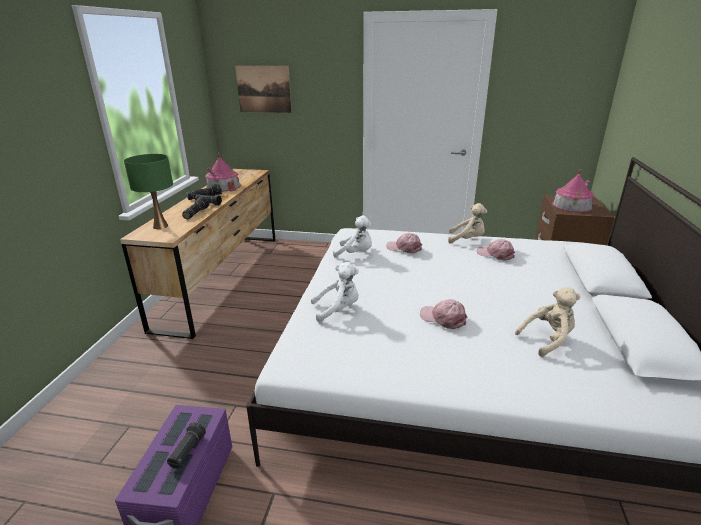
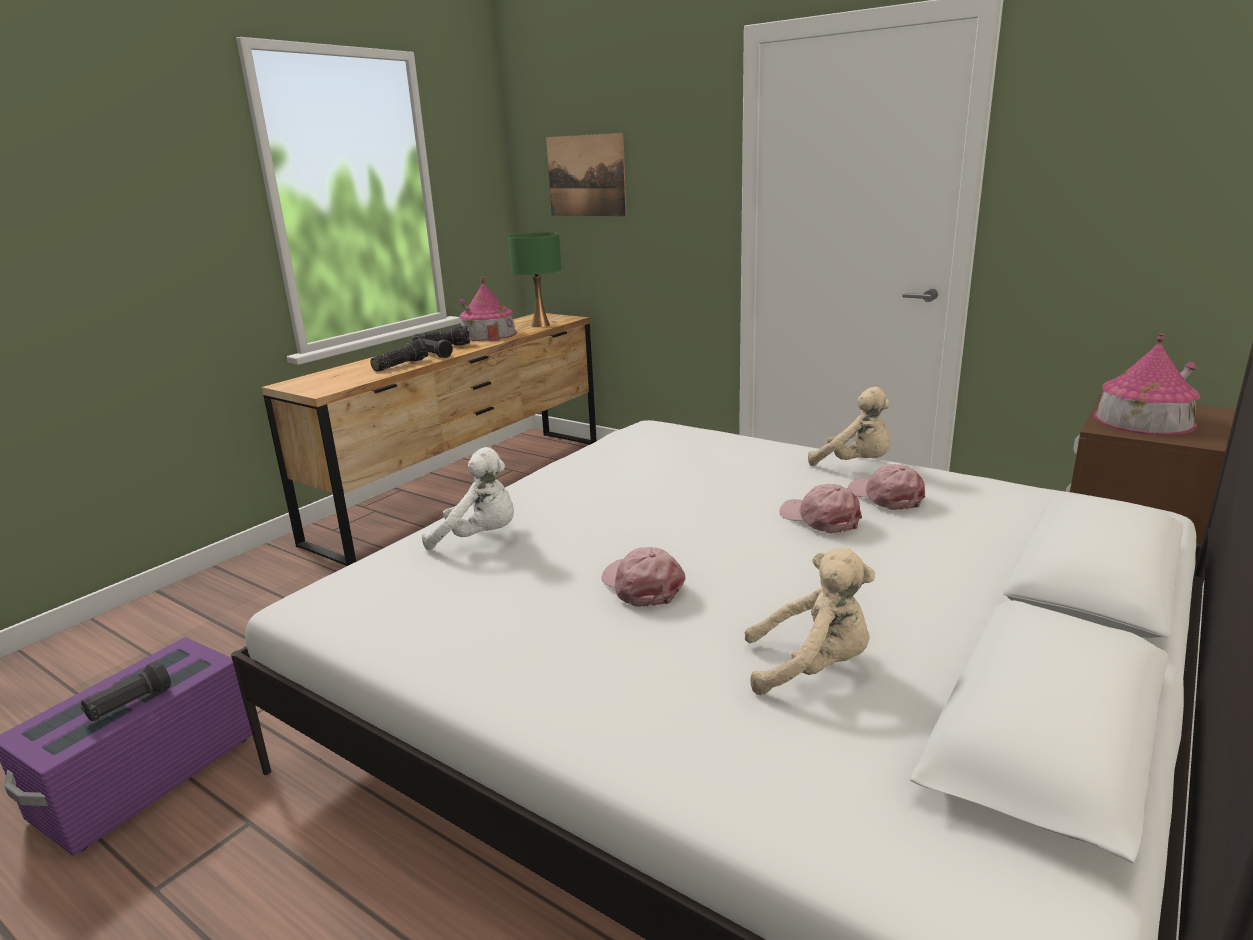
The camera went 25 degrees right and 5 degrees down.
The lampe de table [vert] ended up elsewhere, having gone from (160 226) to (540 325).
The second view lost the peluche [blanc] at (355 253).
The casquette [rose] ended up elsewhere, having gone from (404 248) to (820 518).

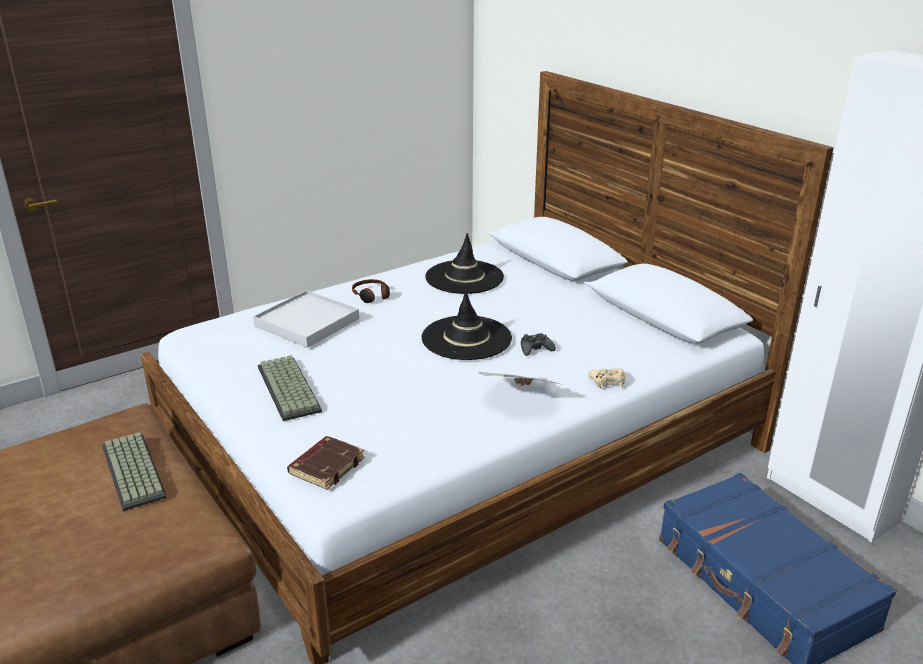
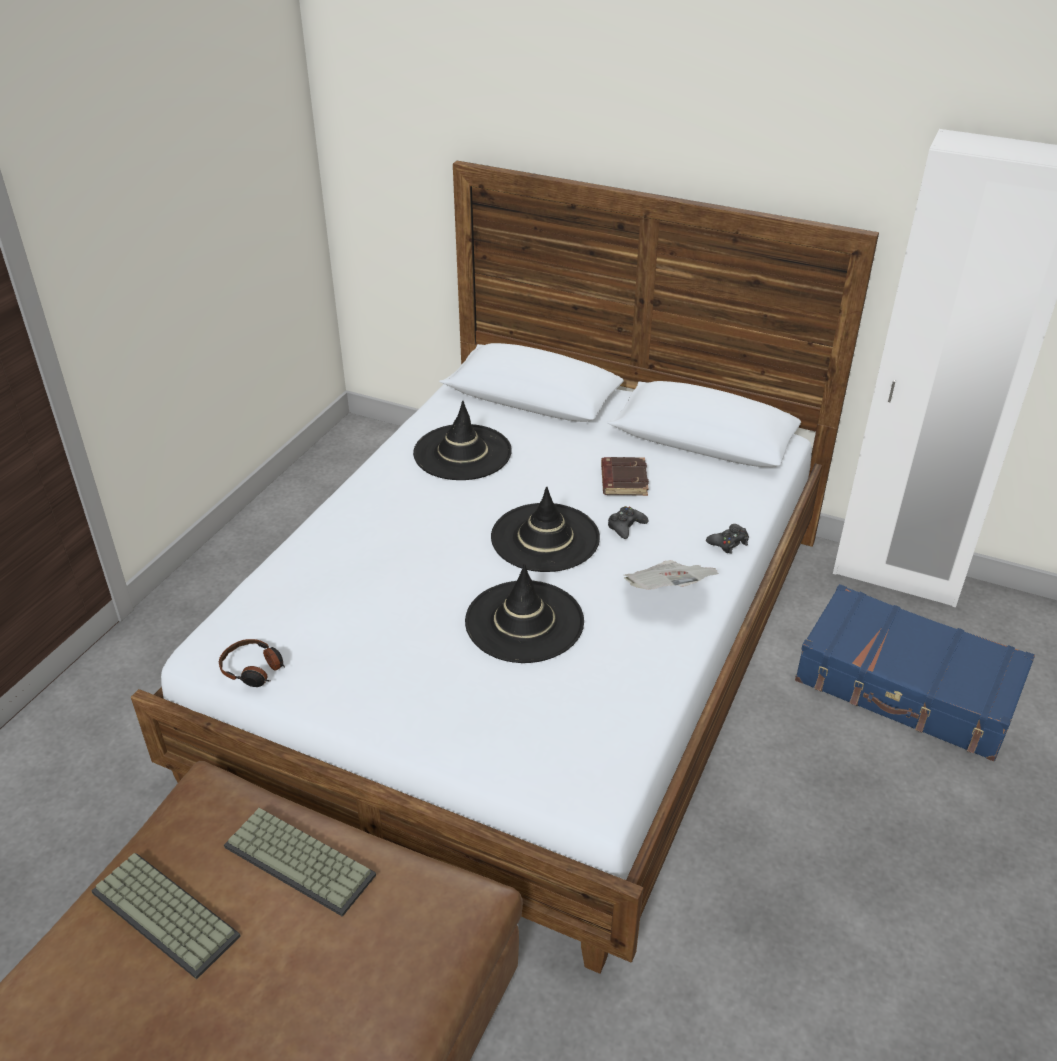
The camera went 30 degrees left and 10 degrees up.
The casque audio ended up elsewhere, having gone from (372 296) to (253 670).
The second view lost the plateau [blanc] at (306 322).
The clavier ended up elsewhere, having gone from (290 389) to (168 913).
What was the manette [beige] at (607 382) turned into the manette [noir] at (728 543).
The livre [marron] ended up elsewhere, having gone from (326 466) to (623 480).
The second view gained the chapeau [noir] at (524 622).

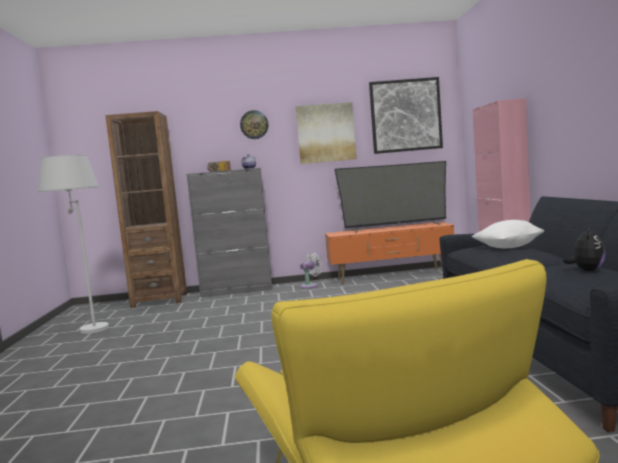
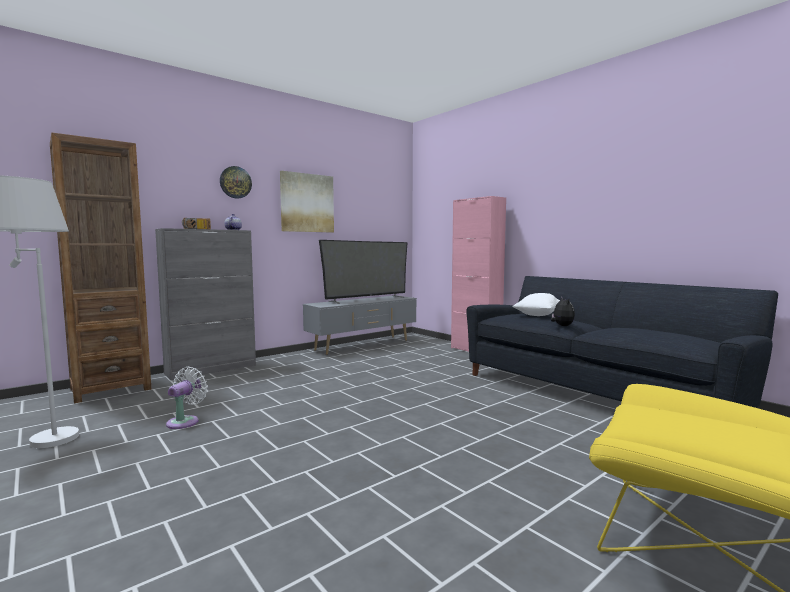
The camera went 35 degrees left and 0 degrees up.
The second view lost the tableau at (405 115).
What was the meuble télé [orange] at (391 276) turned into the meuble télé [gris] at (363 345).
The peluche ended up elsewhere, having gone from (586 270) to (562 326).
The ventilateur [blanc] ended up elsewhere, having gone from (311 286) to (185 421).

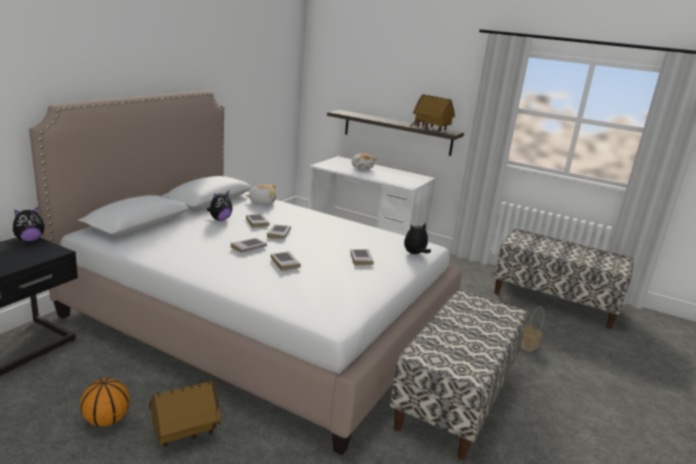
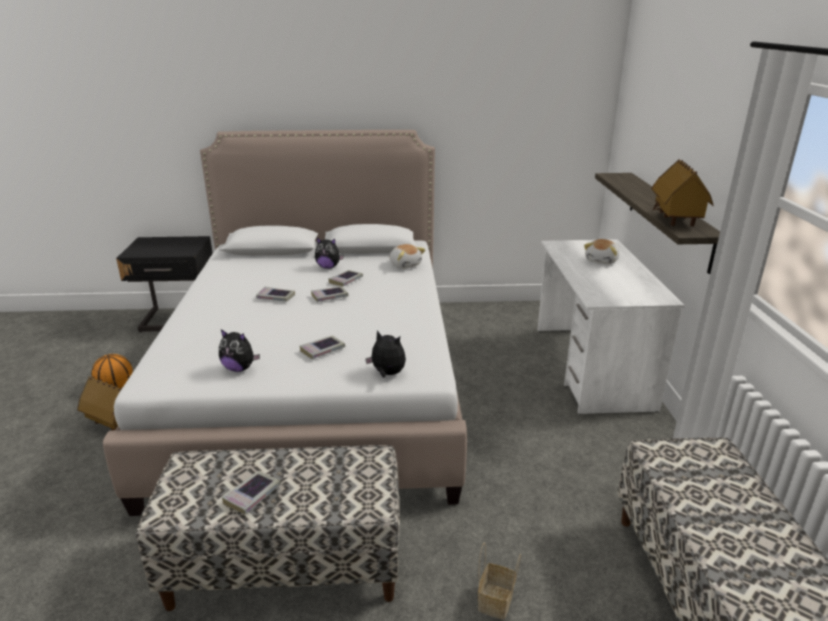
The camera went 60 degrees right and 5 degrees up.
The peluche ended up elsewhere, having gone from (30 240) to (239 368).
The livre ended up elsewhere, having gone from (285 263) to (252 495).

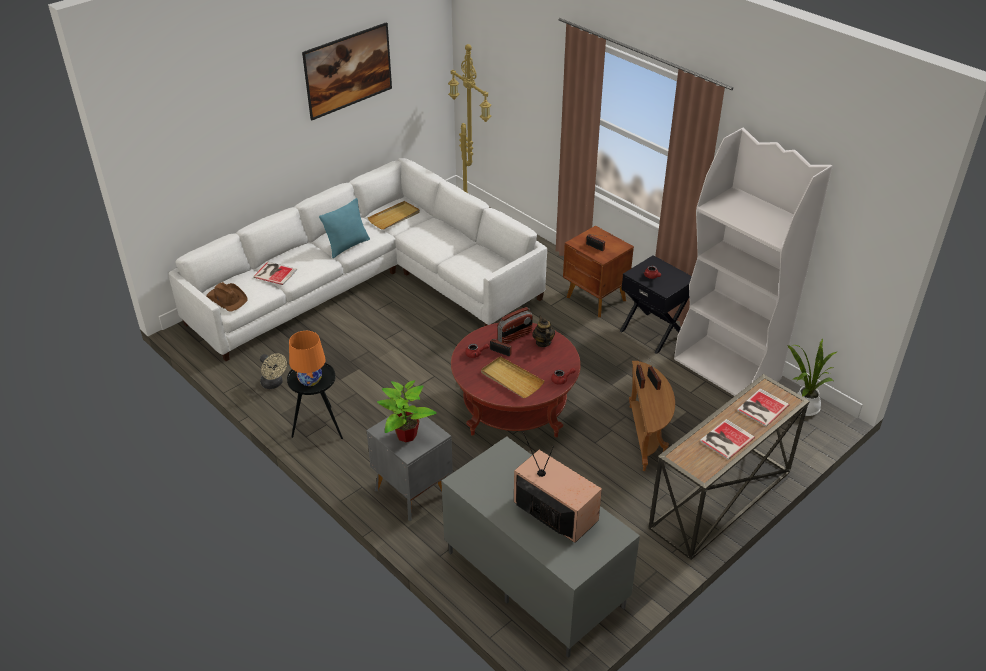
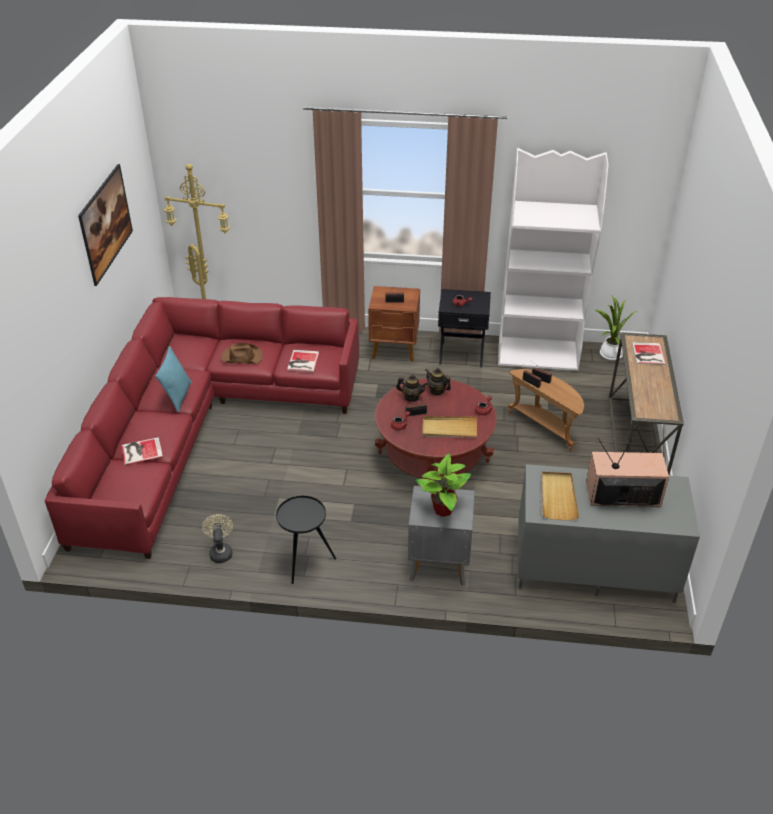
The camera went 40 degrees left and 0 degrees up.
What was the canapé [blanc] at (371 283) turned into the canapé [rouge] at (201 425).
The plateau [beige] ended up elsewhere, having gone from (394 217) to (558 497).
The chapeau [marron] ended up elsewhere, having gone from (227 298) to (241 357).
Where the radio stood at (515 336), the théière came to stand at (411 397).
The second view lost the lampe de table [orange] at (310 380).
The ventilateur [beige] at (274 384) ended up facing another way, 105 degrees counterclockwise from before.
The livre ended up elsewhere, having gone from (725 439) to (302 361).

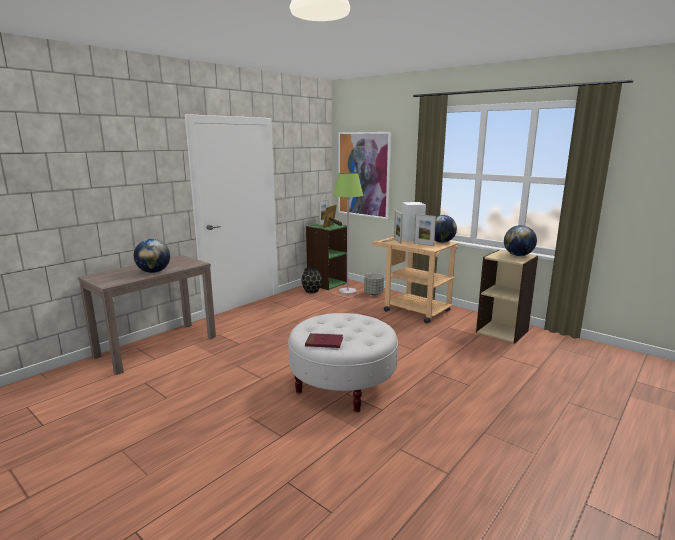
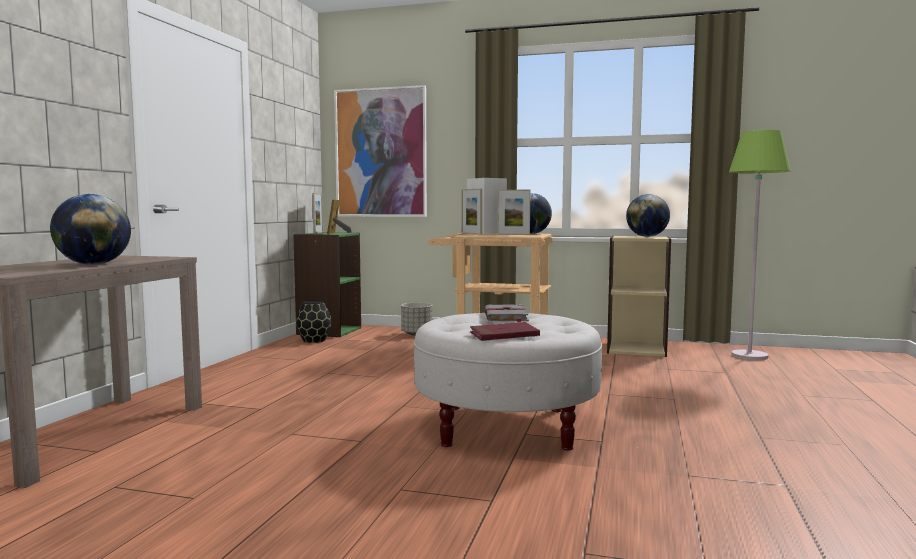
The camera went 25 degrees left and 10 degrees down.
The lampadaire [vert] ended up elsewhere, having gone from (347 291) to (749 356).
The second view gained the livre [gris] at (505 316).

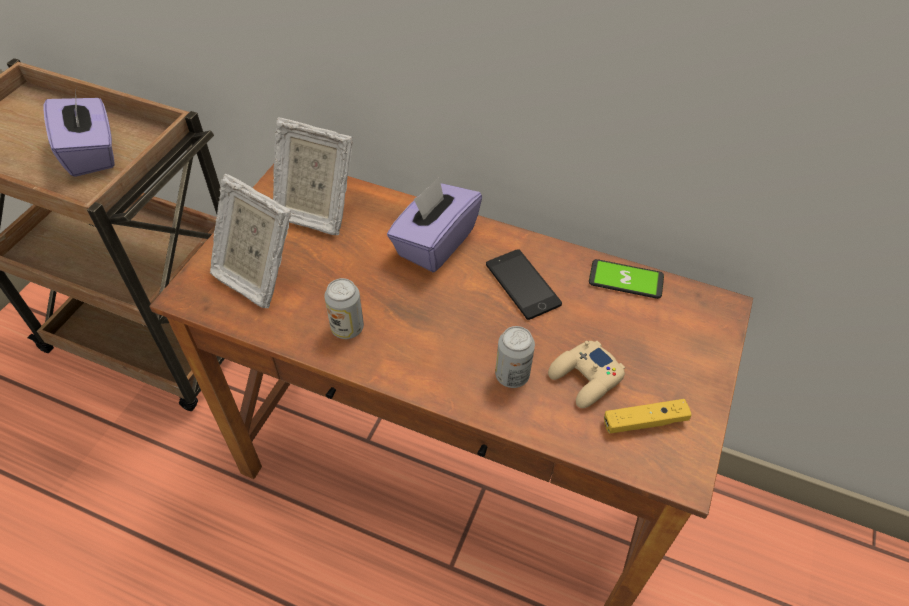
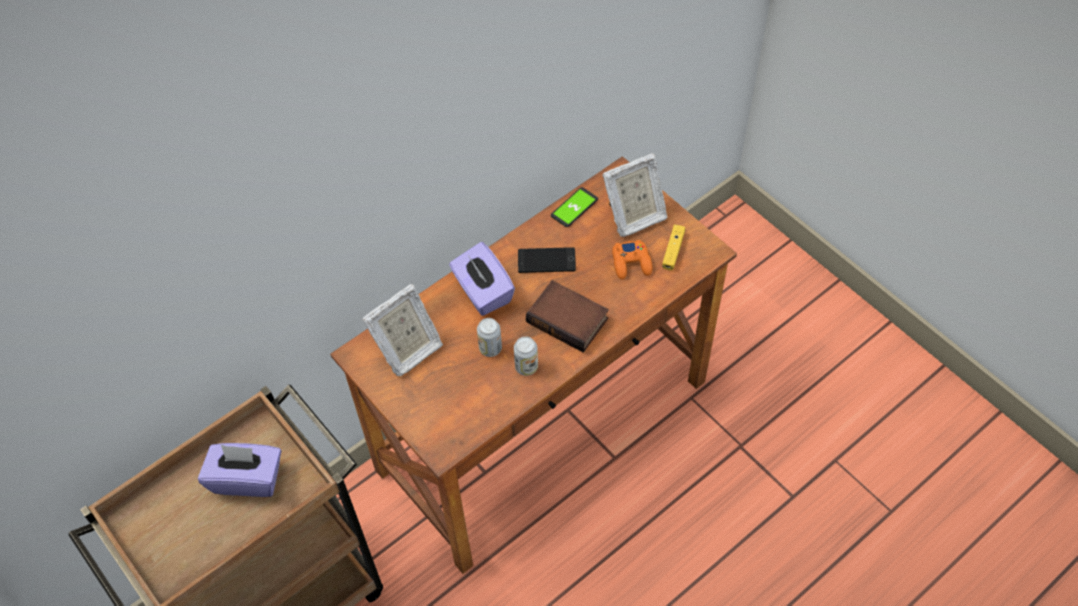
The camera went 60 degrees left and 5 degrees up.
The cadre photo ended up elsewhere, having gone from (256 275) to (634 217).
The boîte métallique ended up elsewhere, having gone from (512 375) to (490 348).
What was the manette [beige] at (585 378) turned into the manette [orange] at (631 263).
The second view gained the livre at (569 319).

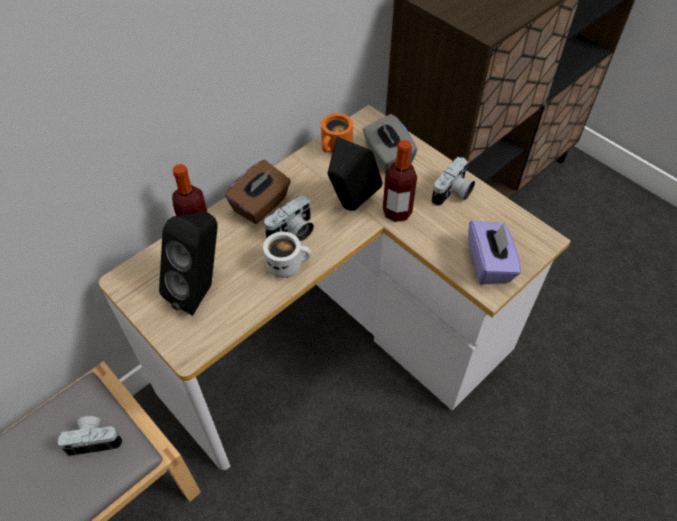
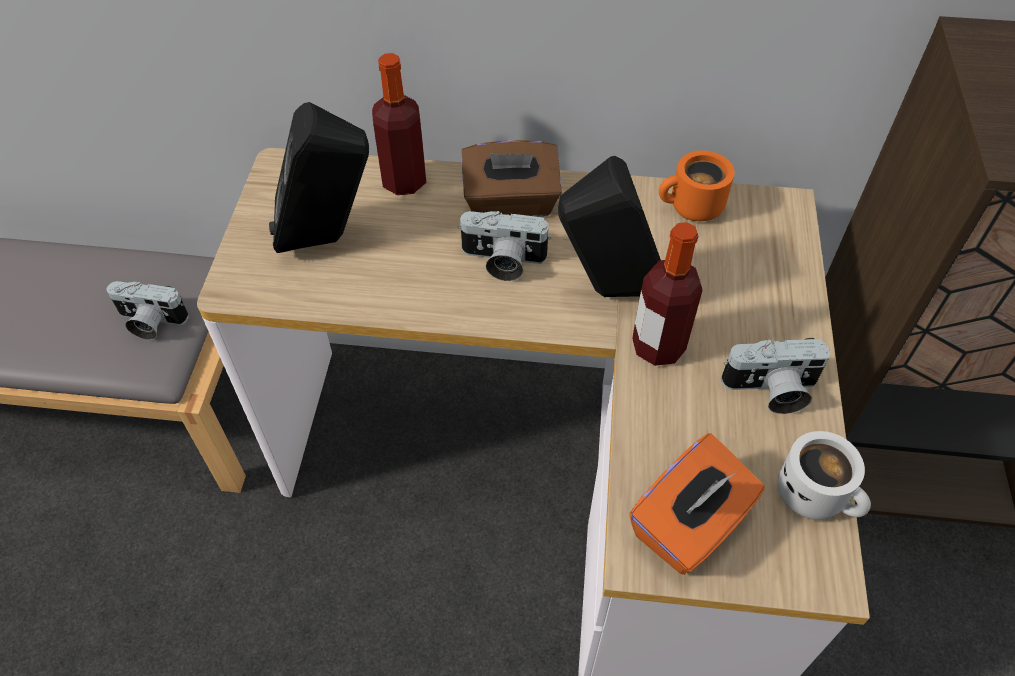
The camera went 50 degrees right and 0 degrees up.
The second view lost the boîte à mouchoirs [gris] at (387 157).
What was the boîte à mouchoirs [violet] at (489 264) turned into the boîte à mouchoirs [orange] at (690 525).
The mug [blanc] ended up elsewhere, having gone from (287 264) to (816 495).
The appareil photo at (95 439) ended up facing another way, 150 degrees clockwise from before.

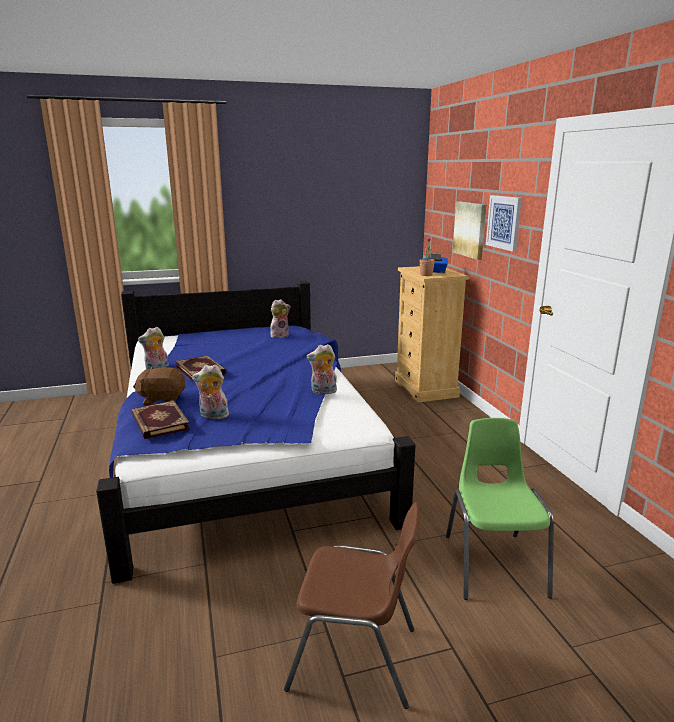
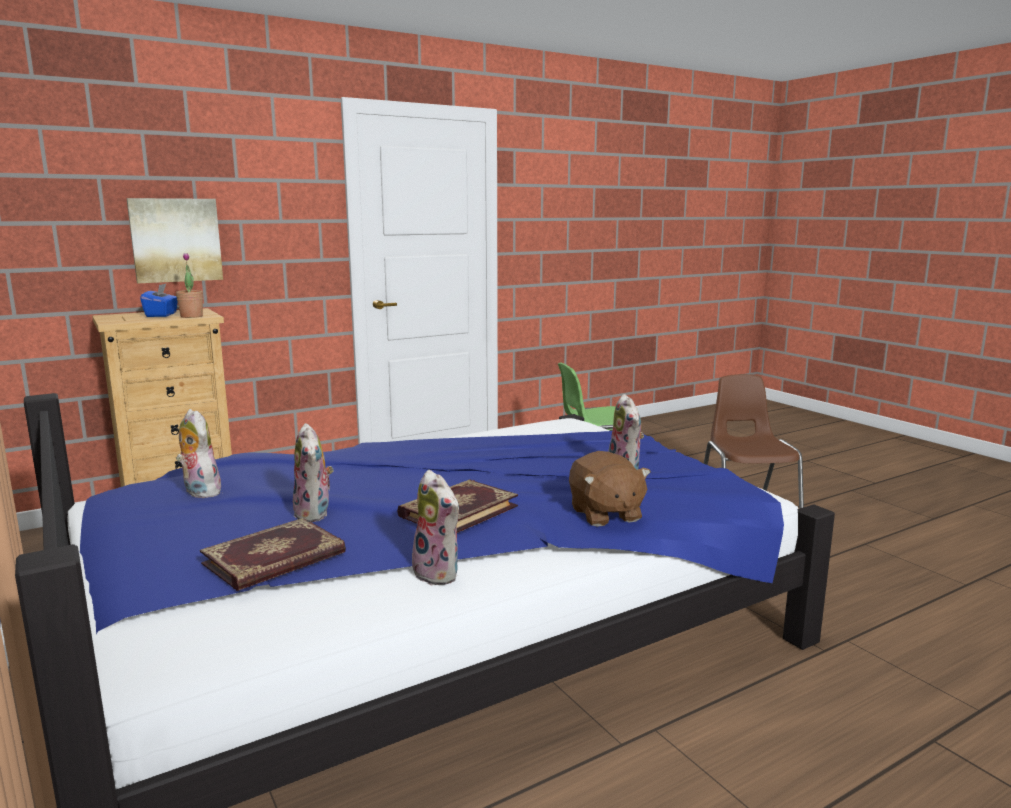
The camera went 105 degrees left and 5 degrees down.
The second view lost the tableau at (504 222).
The peluche ended up elsewhere, having gone from (323 392) to (315 514).
The livre ended up elsewhere, having gone from (159 422) to (275 559).

